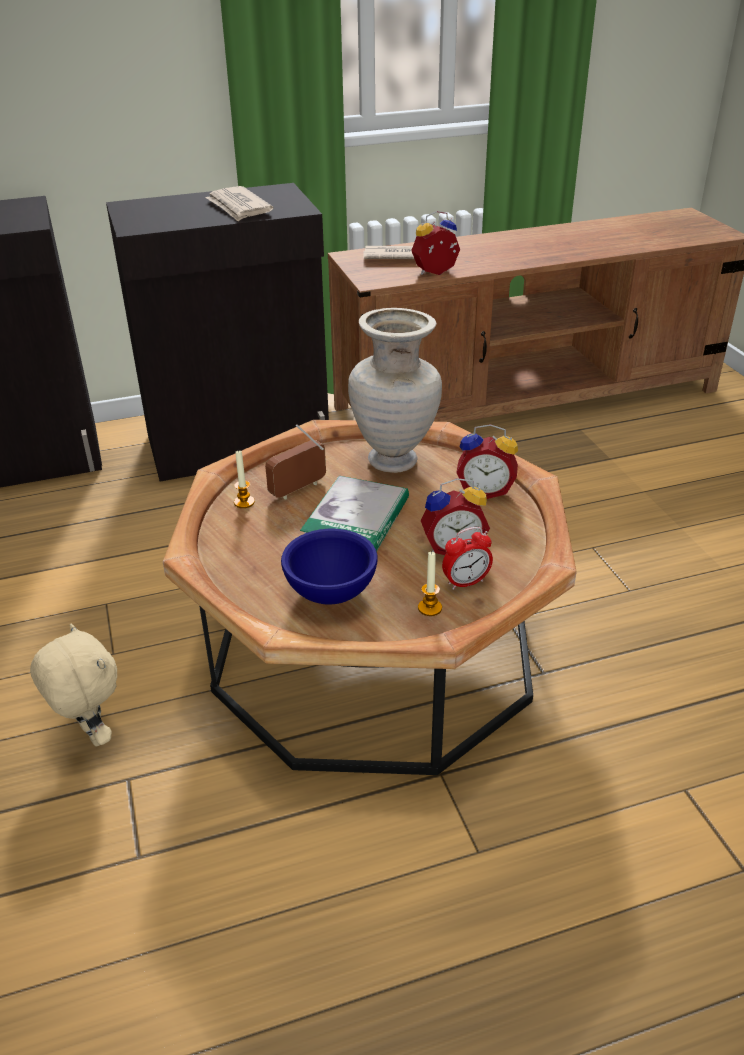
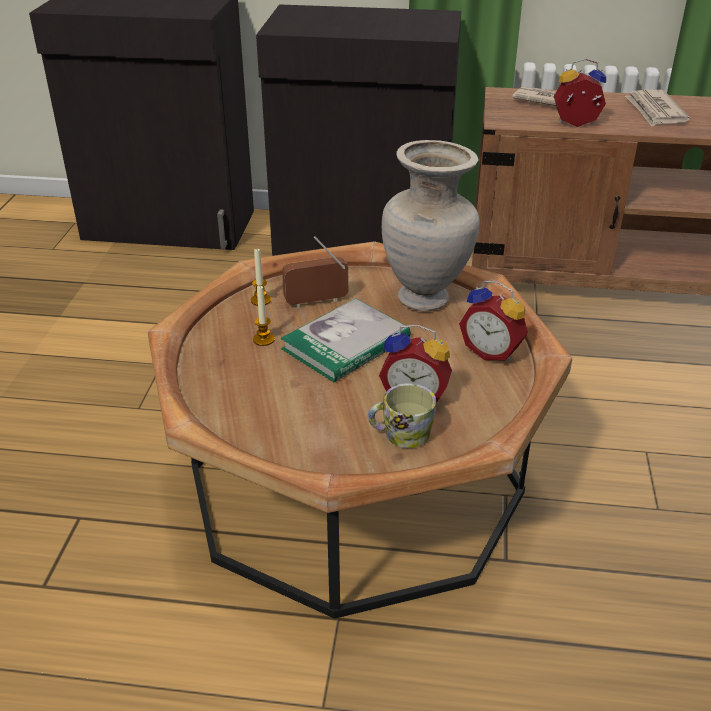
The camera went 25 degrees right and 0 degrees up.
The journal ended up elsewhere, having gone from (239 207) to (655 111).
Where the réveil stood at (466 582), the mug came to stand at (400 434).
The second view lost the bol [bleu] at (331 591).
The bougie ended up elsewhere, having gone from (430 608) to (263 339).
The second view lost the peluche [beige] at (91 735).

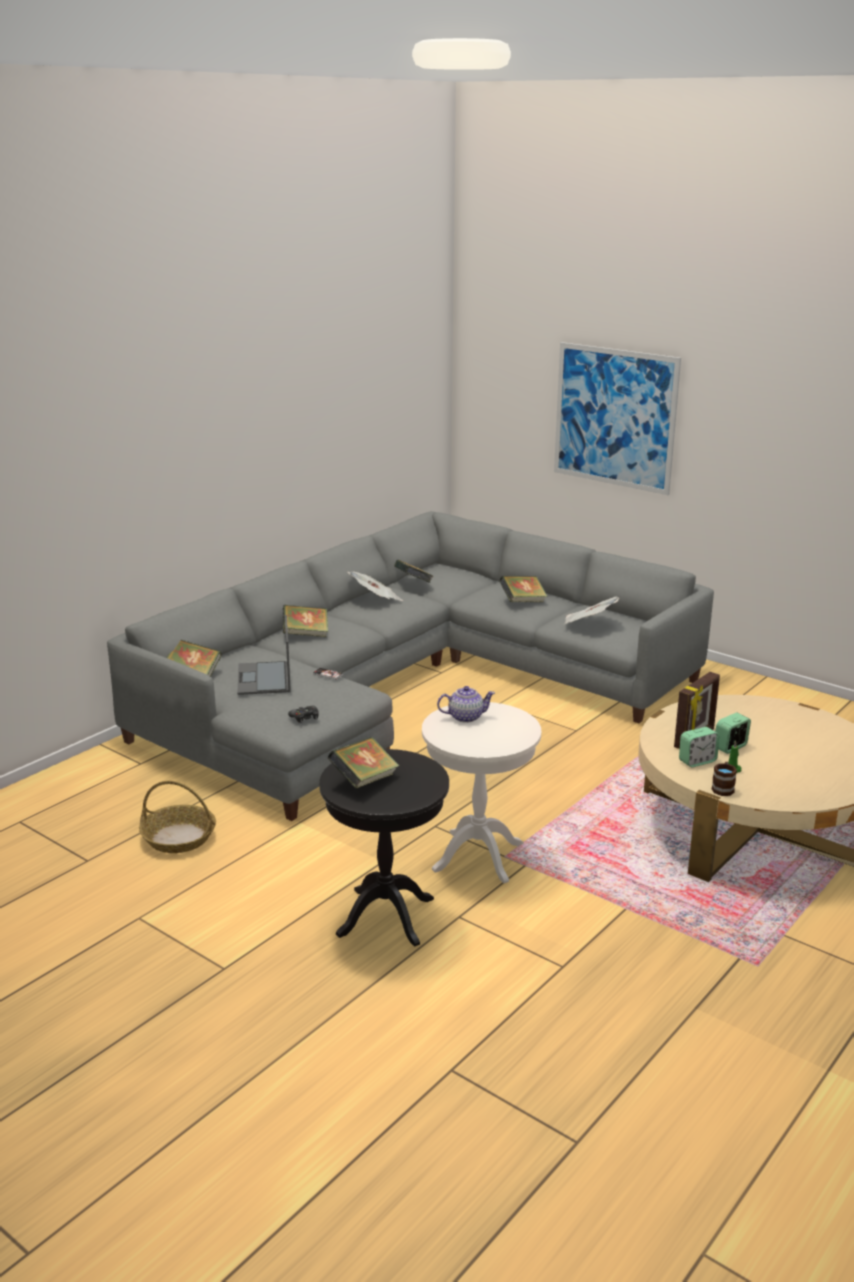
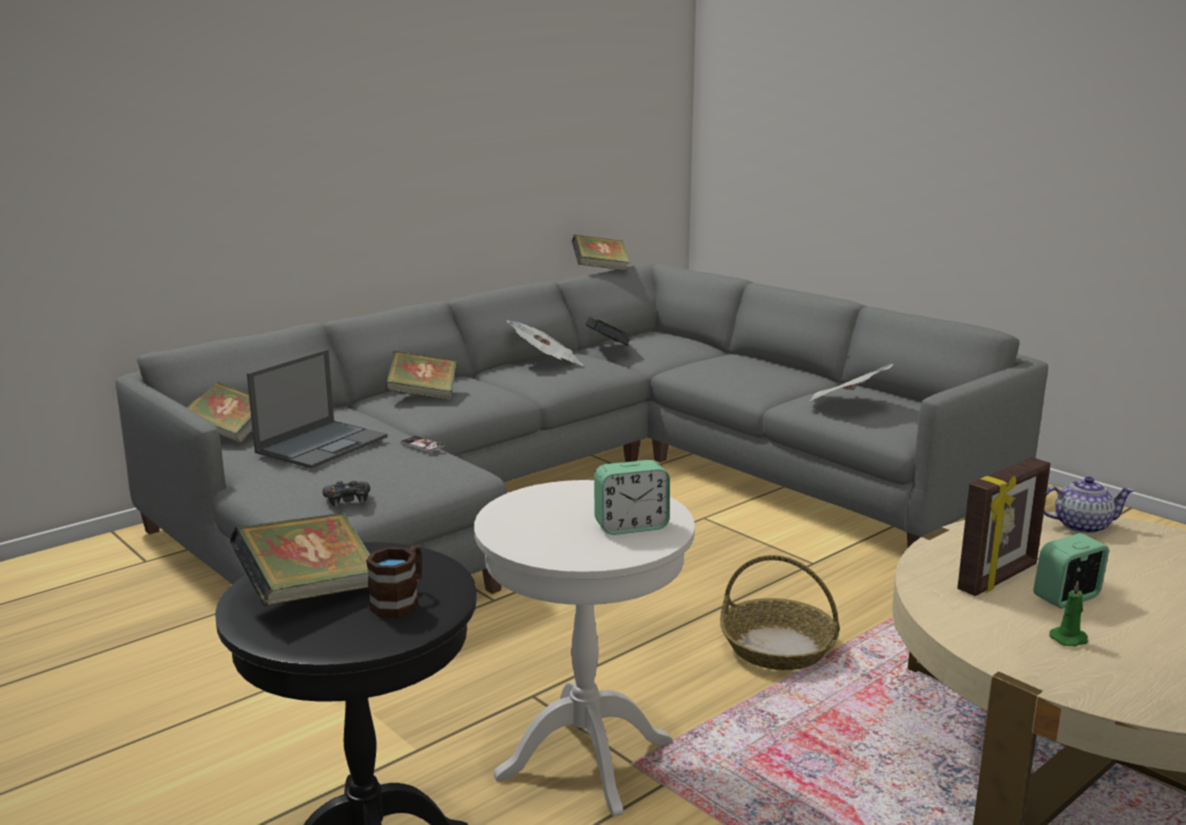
The camera went 10 degrees right and 5 degrees down.
The second view lost the tableau at (614 417).
The livre ended up elsewhere, having gone from (522 602) to (600 270).
The ordinateur portable at (264 679) ended up facing another way, 150 degrees counterclockwise from before.
The théière ended up elsewhere, having gone from (465 717) to (1081 526).
The réveil ended up elsewhere, having gone from (697 761) to (631 526).
The mug [marron] ended up elsewhere, having gone from (723 788) to (400 601).
The panier ended up elsewhere, having gone from (179 837) to (778 647).

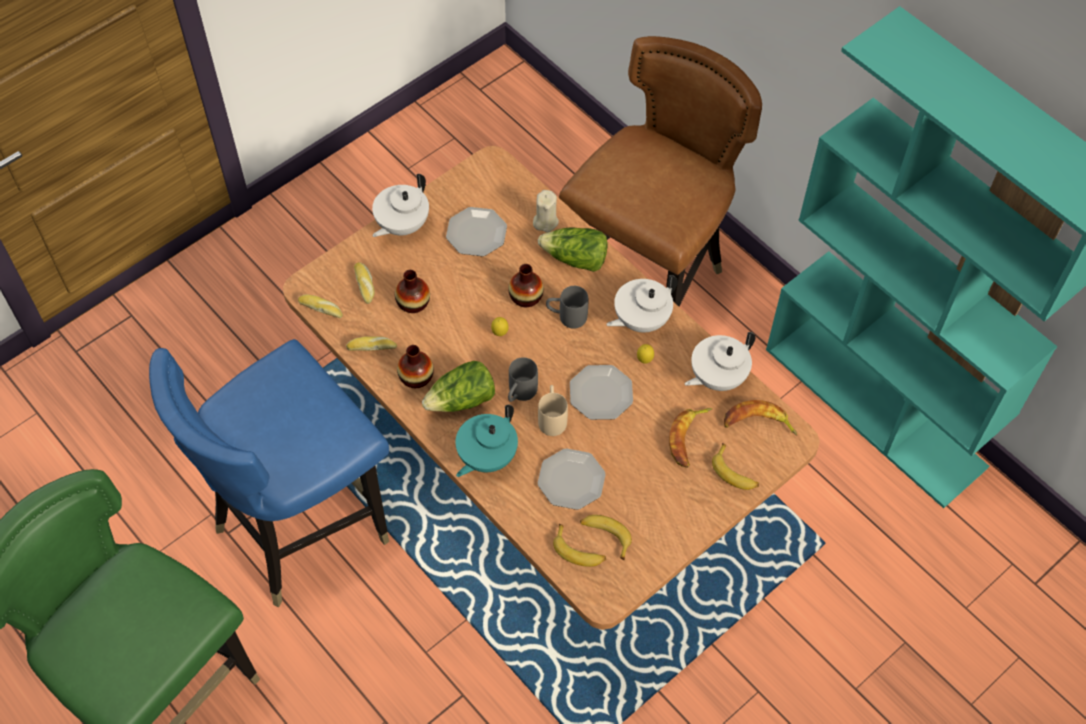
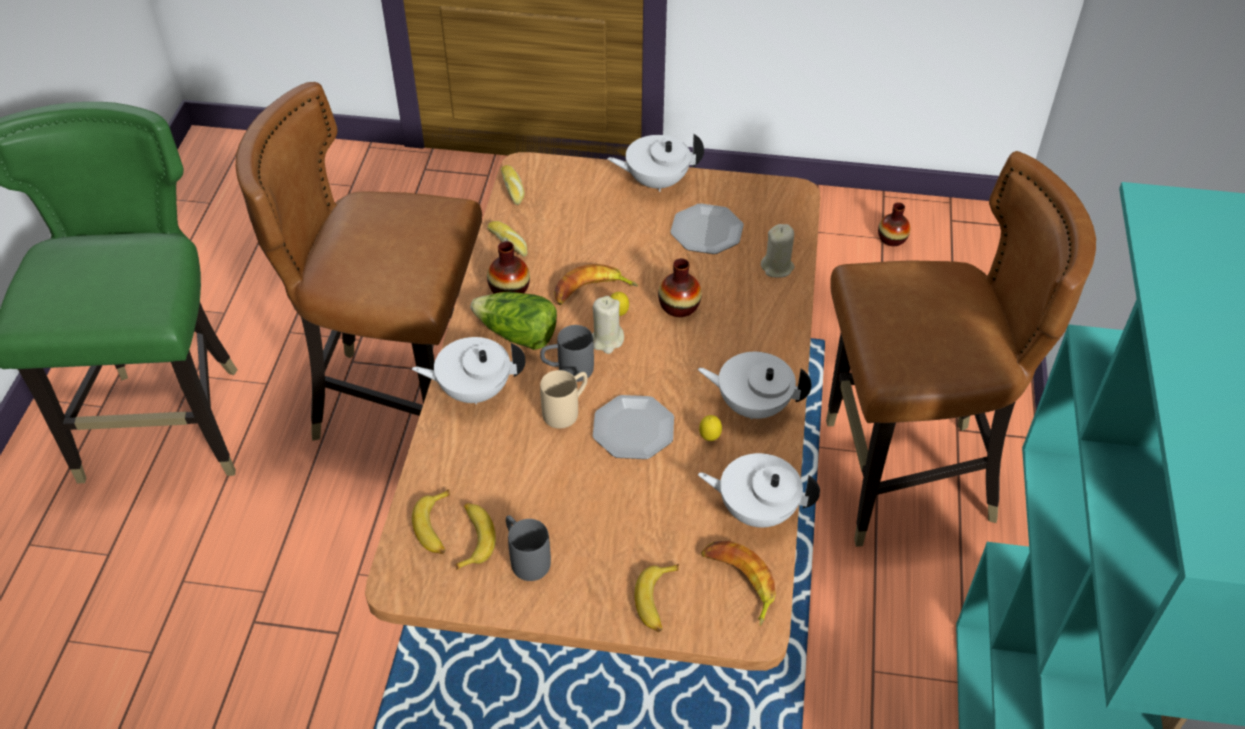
The camera went 50 degrees right and 10 degrees down.
The second view lost the laitue at (575 259).
The second view lost the pain at (365 285).
The vase ended up elsewhere, having gone from (413 302) to (892 239).
The mug [gris] ended up elsewhere, having gone from (566 317) to (525 558).
What was the chaise [bleu] at (301 527) turned into the chaise [marron] at (401 403).
What was the théière [turquoise] at (486 456) turned into the théière [blanc] at (474 390).
The banane ended up elsewhere, having gone from (689 438) to (592 291).
The second view lost the assiette at (570 480).
The second view gained the bougie [beige] at (607 340).

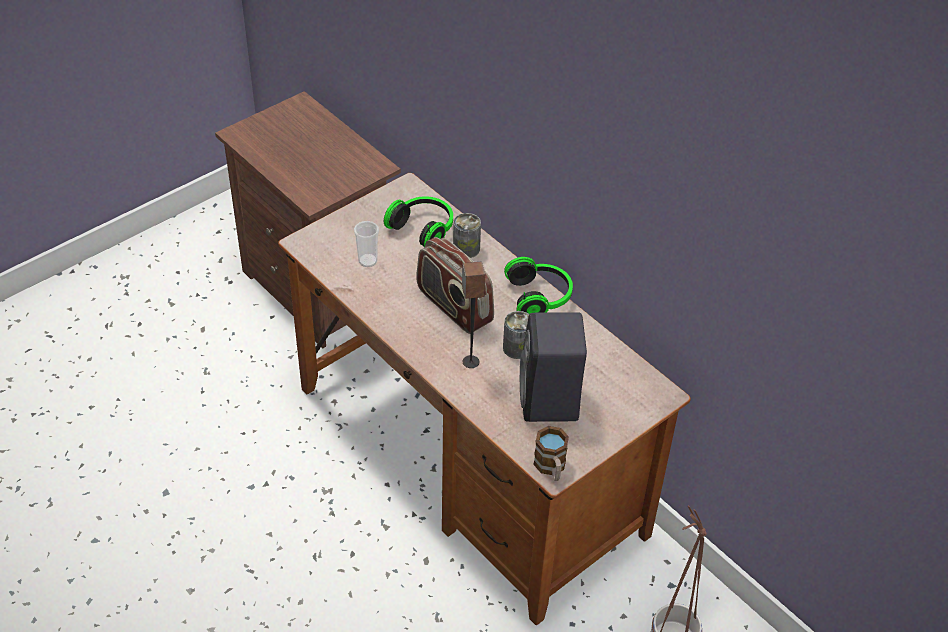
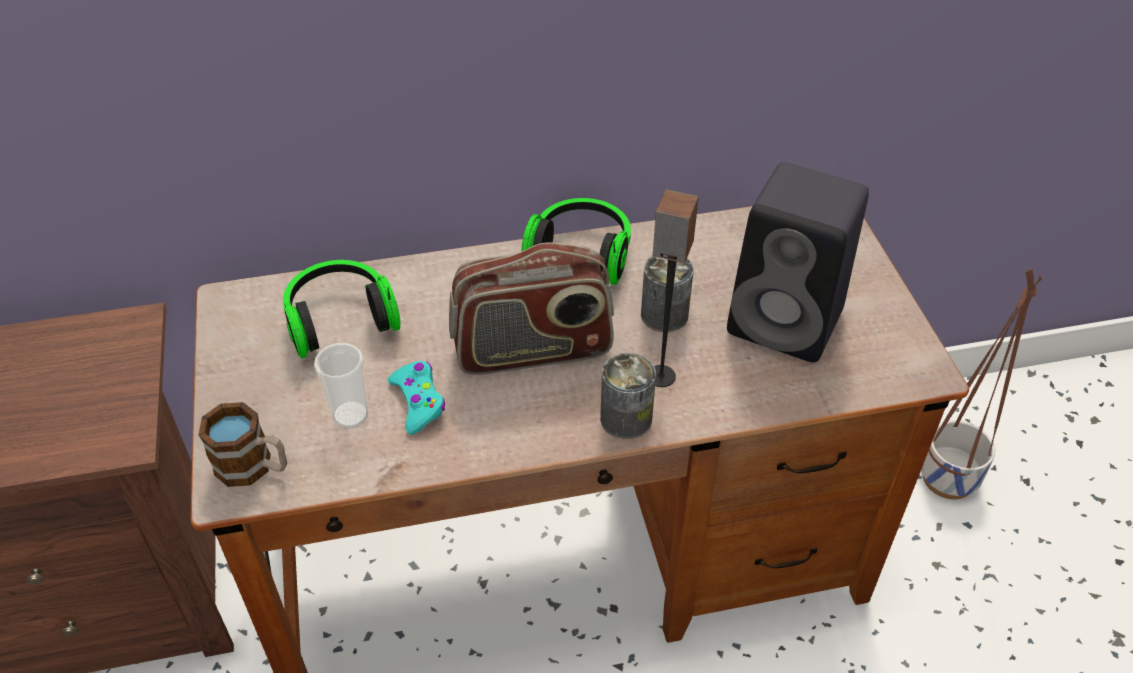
The camera went 60 degrees left and 0 degrees up.
The boîte métallique ended up elsewhere, having gone from (466 248) to (626 418).
The mug ended up elsewhere, having gone from (551 468) to (254 467).
The second view gained the manette [turquoise] at (418 402).

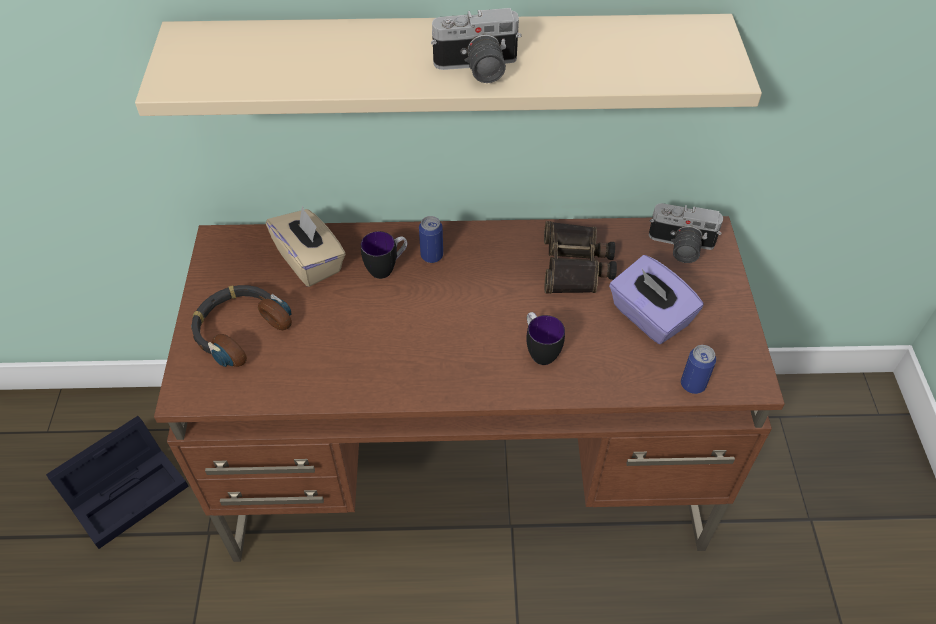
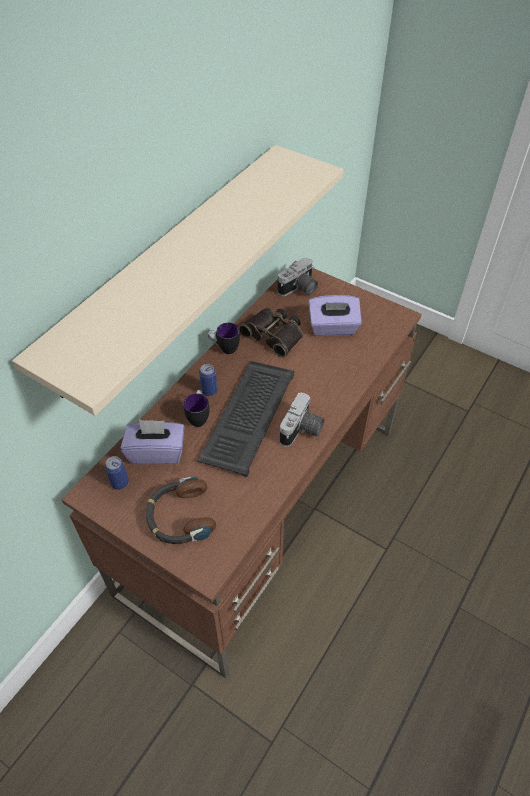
The camera went 55 degrees left and 0 degrees up.
The appareil photo ended up elsewhere, having gone from (477 69) to (302 431).
What was the boîte à mouchoirs [beige] at (310 261) turned into the boîte à mouchoirs [violet] at (156 452).
The mug ended up elsewhere, having gone from (539 350) to (224 348).
The boîte métallique ended up elsewhere, having gone from (693 384) to (120 483).
The second view lost the boîte de rangement [noir] at (128 488).
The second view gained the clavier at (247 415).

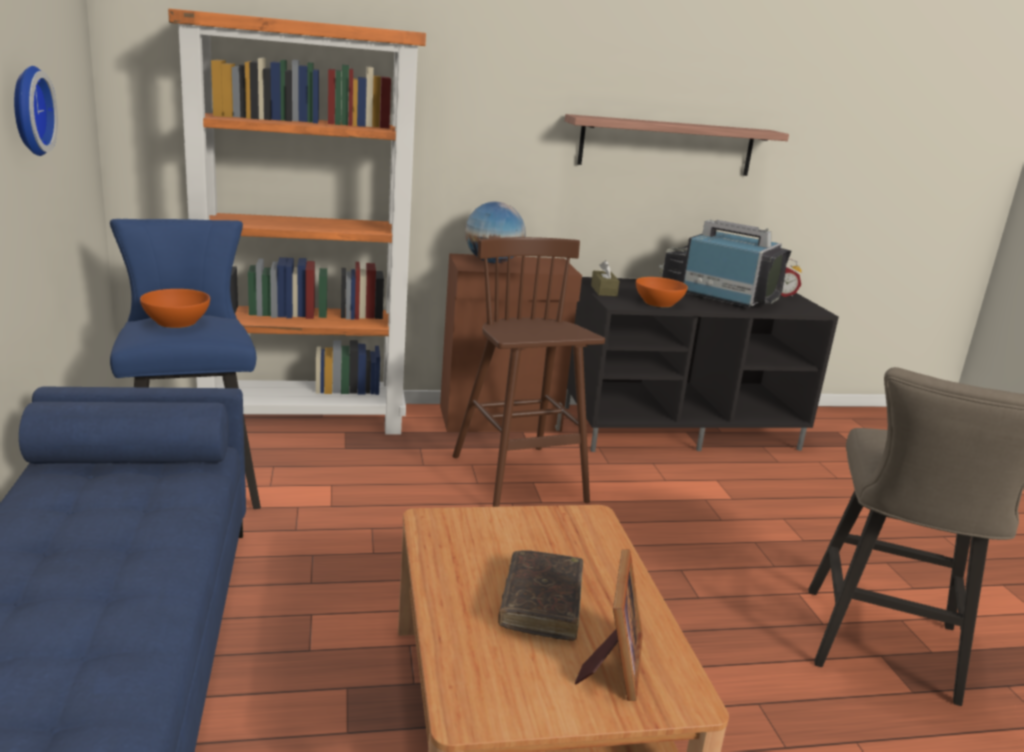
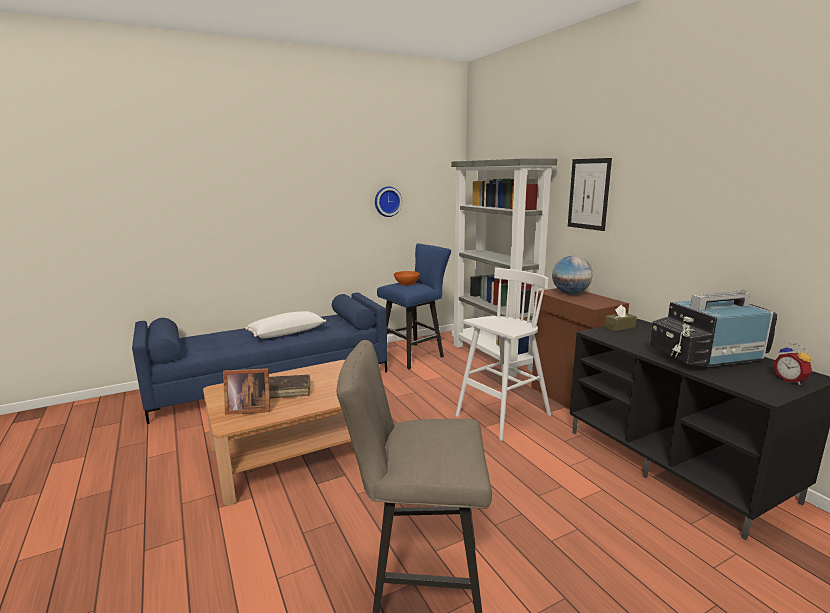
The camera went 75 degrees right and 5 degrees down.
What was the bibliothèque [orange] at (305 420) turned into the bibliothèque [gris] at (494 357).
The second view lost the étagère at (667 146).
The téléviseur at (718 296) ended up facing another way, 120 degrees counterclockwise from before.
What was the tabouret [marron] at (519 480) turned into the tabouret [blanc] at (501 416).
The second view lost the bol [orange] at (658 303).
The second view gained the tableau at (588 194).
The second view gained the coussin [blanc] at (287 333).

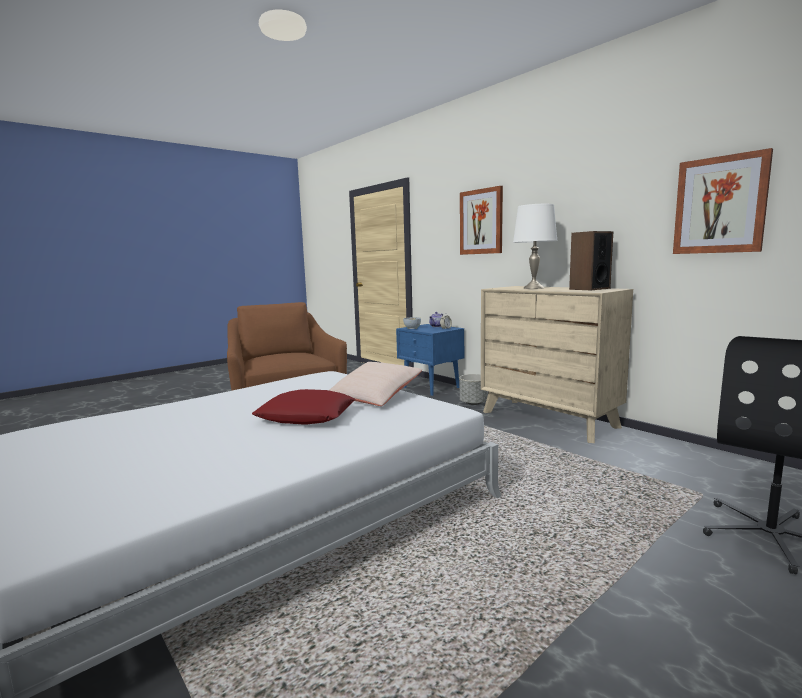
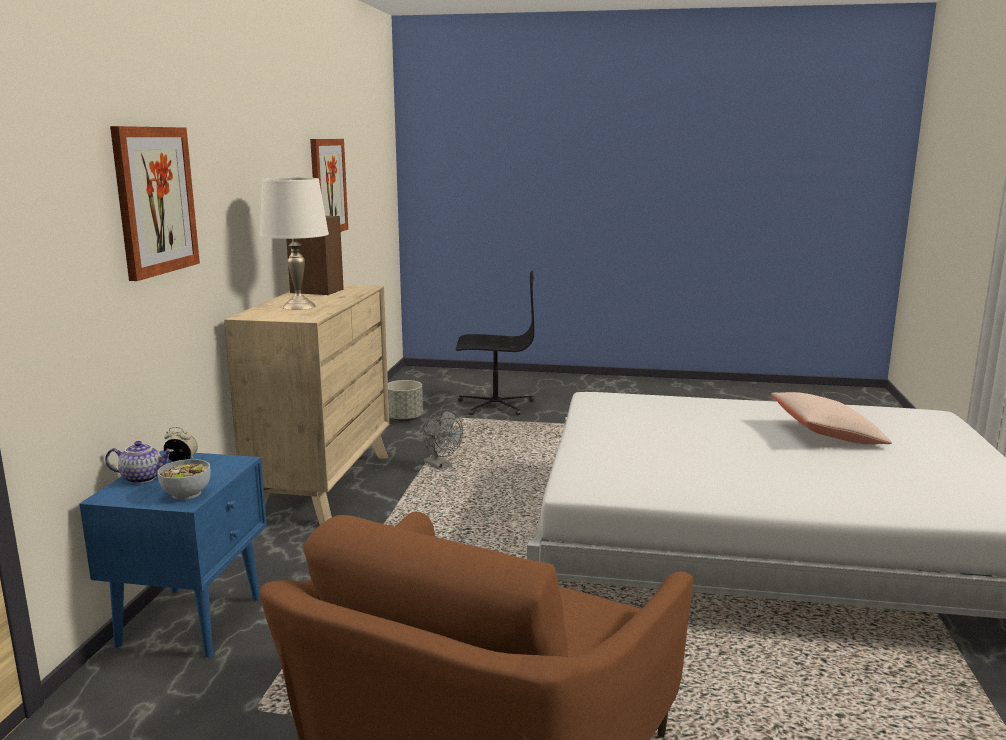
The camera went 130 degrees left and 5 degrees up.
The coussin [beige] ended up elsewhere, having gone from (374 396) to (827 435).
The cache-pot [gris] ended up elsewhere, having gone from (474 403) to (404 418).
The second view lost the coussin [rouge] at (306 416).
The second view gained the ventilateur [gris] at (441 466).

